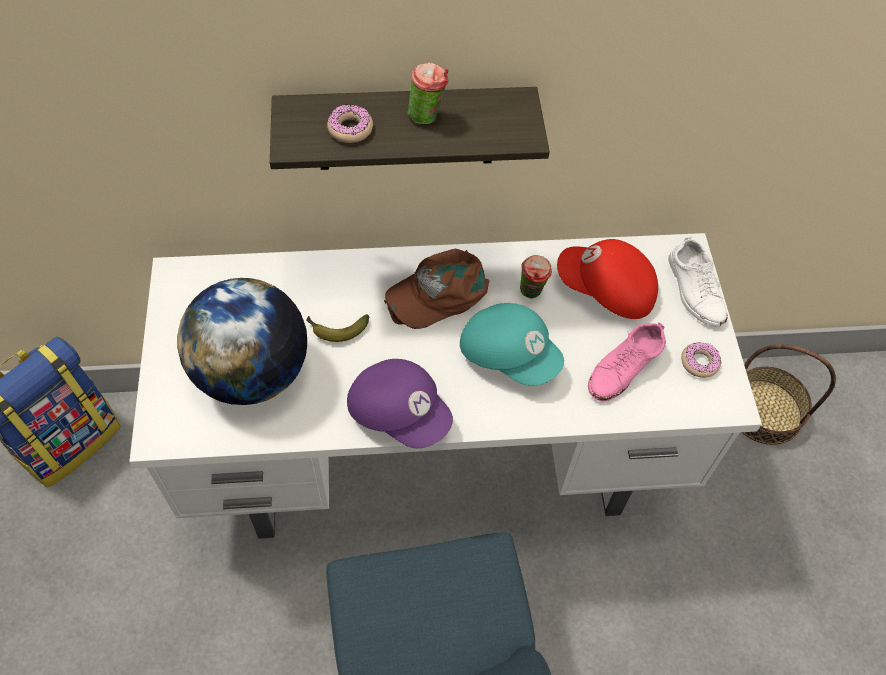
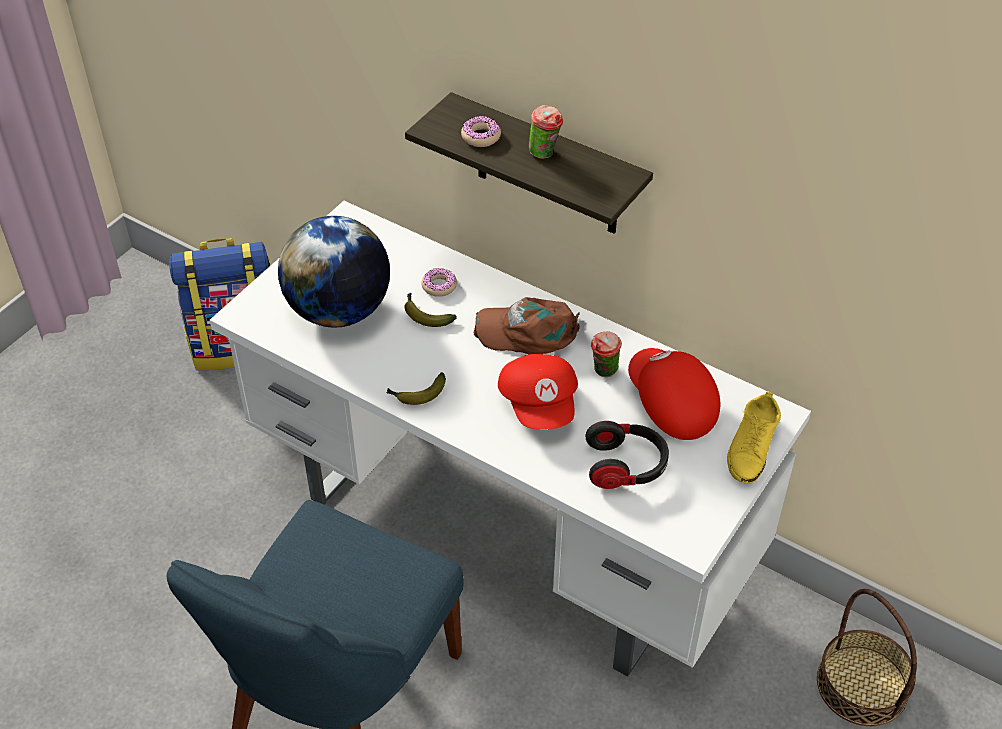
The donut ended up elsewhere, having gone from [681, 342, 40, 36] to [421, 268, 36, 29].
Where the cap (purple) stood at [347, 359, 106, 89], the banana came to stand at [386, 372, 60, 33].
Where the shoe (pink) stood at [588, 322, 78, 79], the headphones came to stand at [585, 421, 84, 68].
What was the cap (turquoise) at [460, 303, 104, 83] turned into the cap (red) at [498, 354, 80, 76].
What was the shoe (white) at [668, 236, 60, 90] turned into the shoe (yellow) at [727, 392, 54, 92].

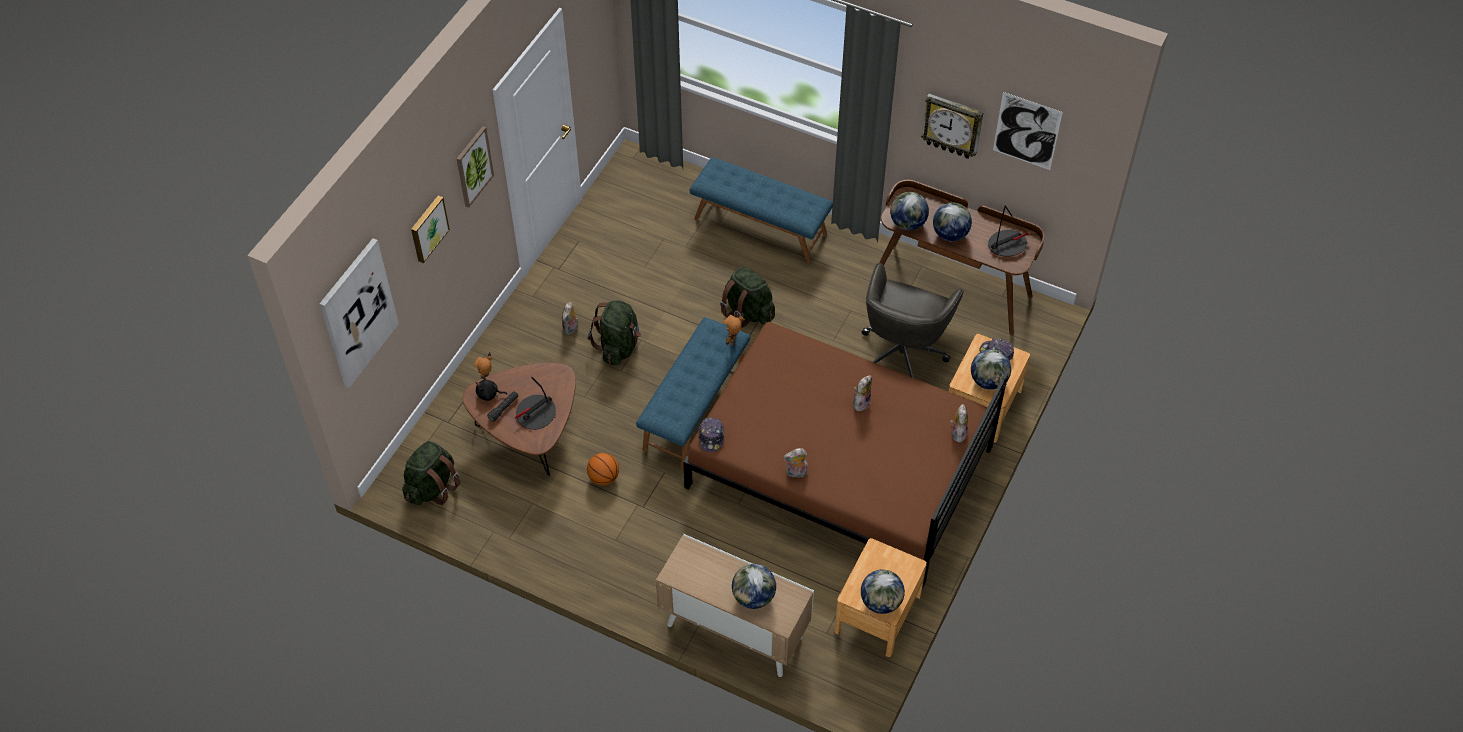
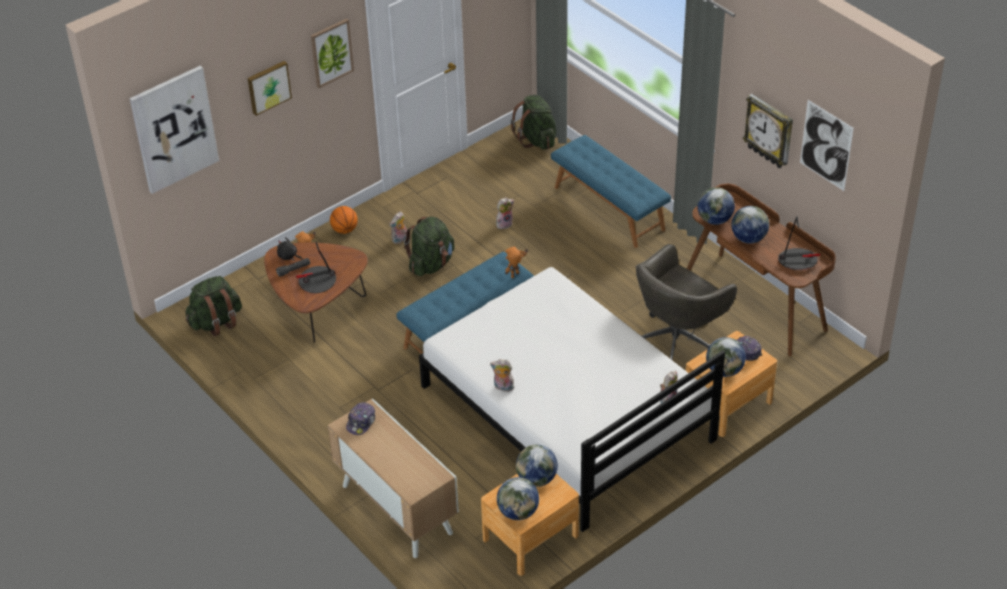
The basketball ended up elsewhere, having gone from [587, 453, 32, 32] to [330, 206, 28, 28].
The cap ended up elsewhere, having gone from [698, 417, 26, 35] to [346, 402, 29, 33].
The backpack (green) ended up elsewhere, having gone from [720, 267, 55, 61] to [511, 95, 45, 54].
The globe ended up elsewhere, having gone from [732, 564, 44, 45] to [516, 445, 42, 42].
The plush toy ended up elsewhere, having gone from [853, 375, 19, 37] to [496, 197, 18, 32].
What was the bed (brown) at [683, 322, 326, 267] turned into the bed (white) at [419, 267, 306, 265].

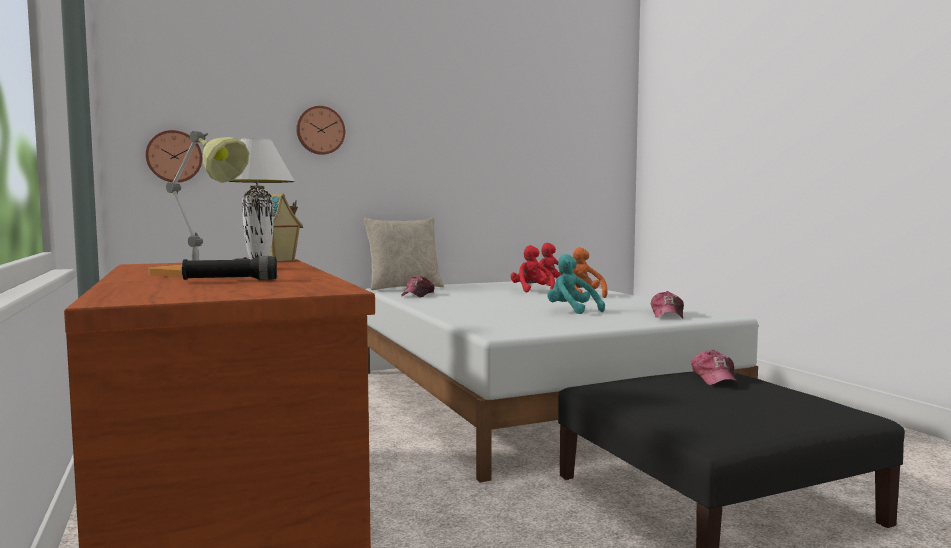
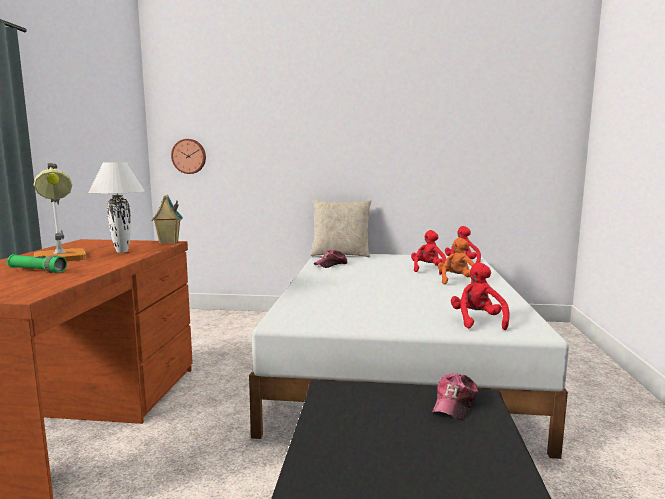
The second view lost the wall clock at [296, 106, 49, 49].
The second view lost the plush toy (turquoise) at [547, 254, 58, 60].
Where the cap stood at [651, 291, 33, 27], the plush toy (red) came to stand at [451, 262, 59, 68].
What was the flashlight (black) at [182, 256, 95, 24] turned into the flashlight (green) at [6, 254, 61, 19].

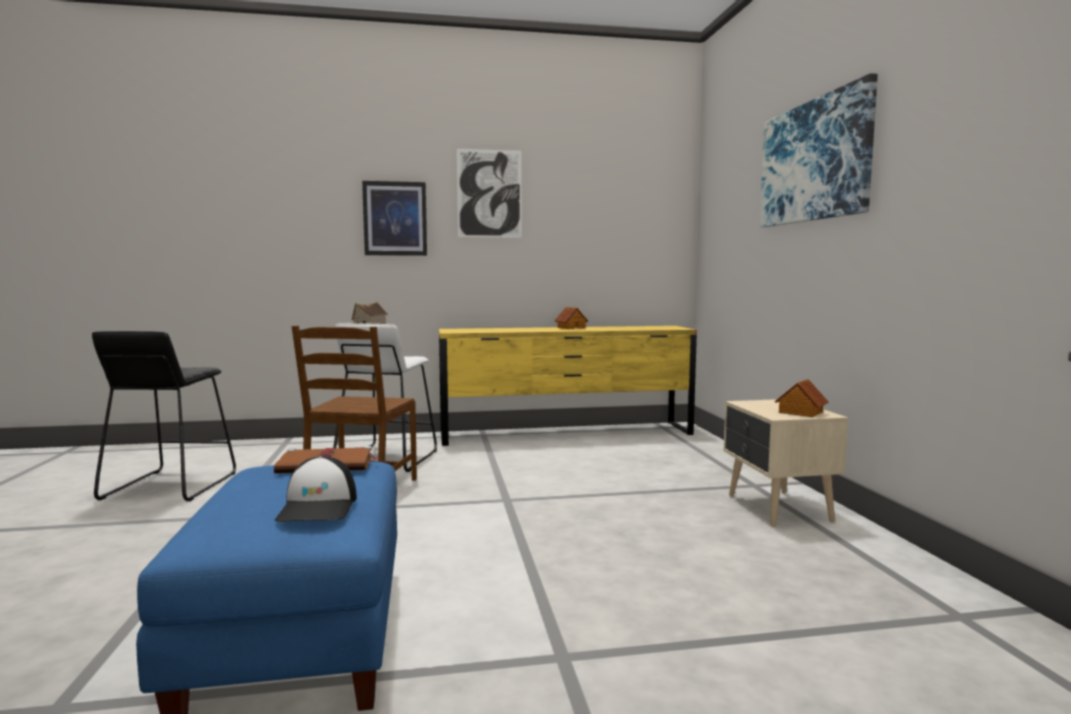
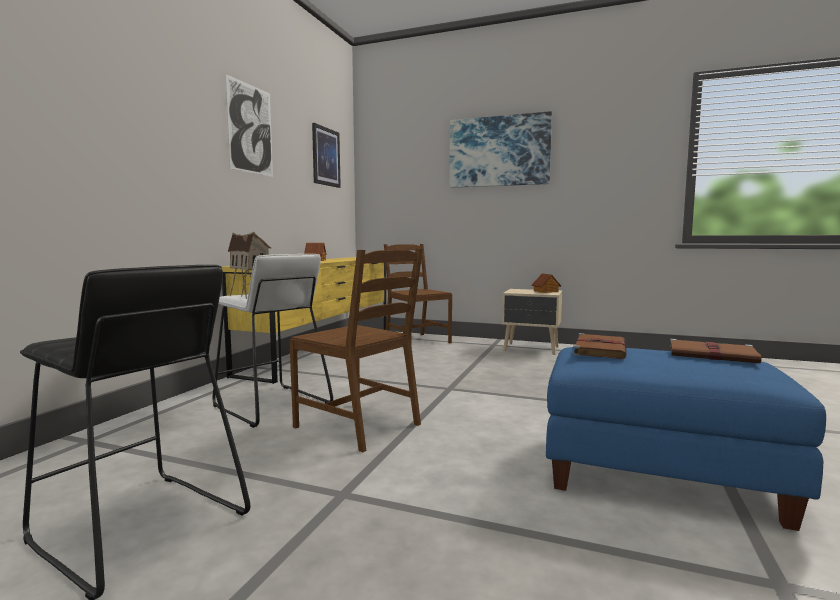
The second view gained the chair (brown) at [384, 244, 68, 102].
The picture ended up elsewhere, having gone from [362, 181, 65, 75] to [312, 123, 29, 65].
Where the cap stood at [275, 456, 82, 66], the book (brown) came to stand at [670, 339, 91, 24].

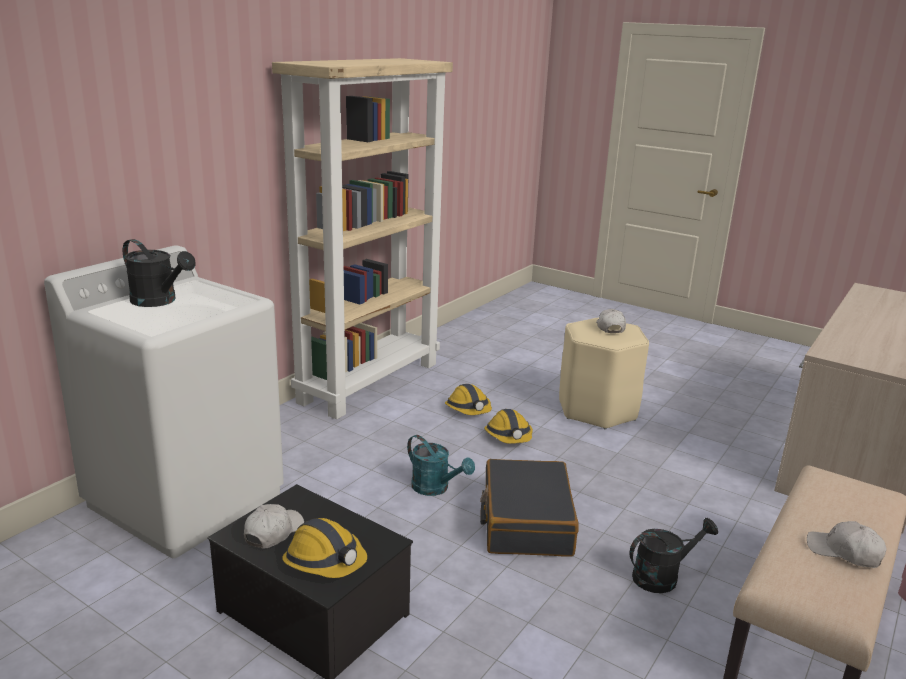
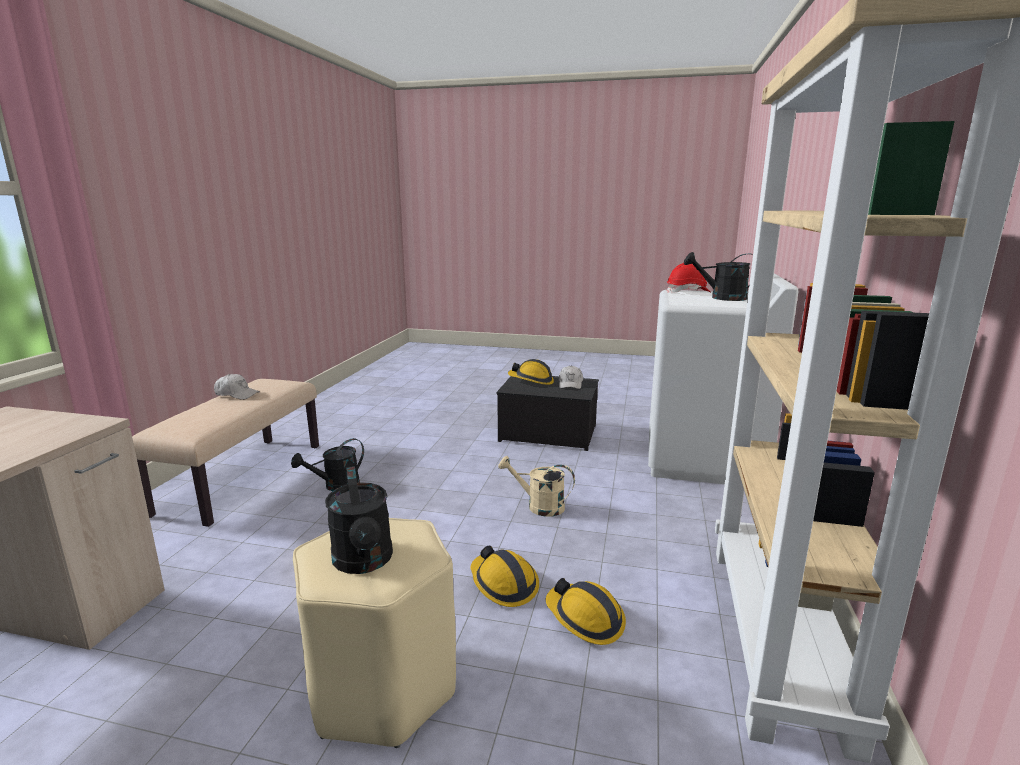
The second view lost the suitcase (black) at [480, 459, 99, 98].
The second view gained the hard hat (red) at [667, 263, 43, 30].
Where the cap (white) stood at [596, 309, 30, 24], the watering can (black) came to stand at [325, 466, 68, 108].
What was the watering can (turquoise) at [407, 435, 68, 61] turned into the watering can (beige) at [498, 456, 77, 61].

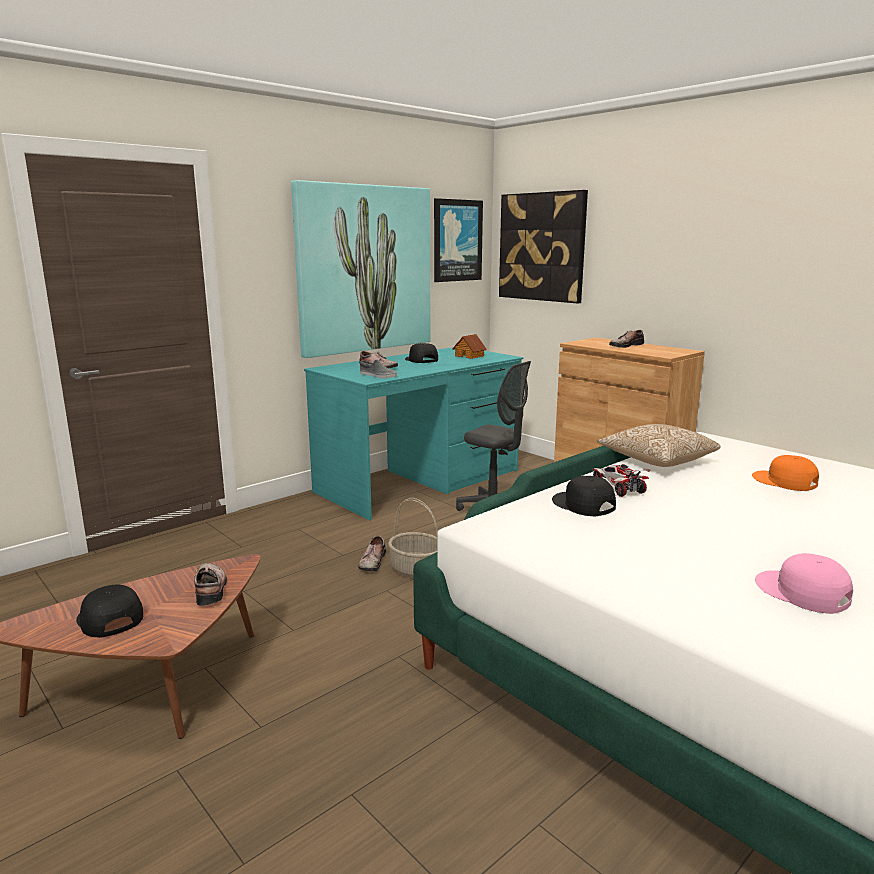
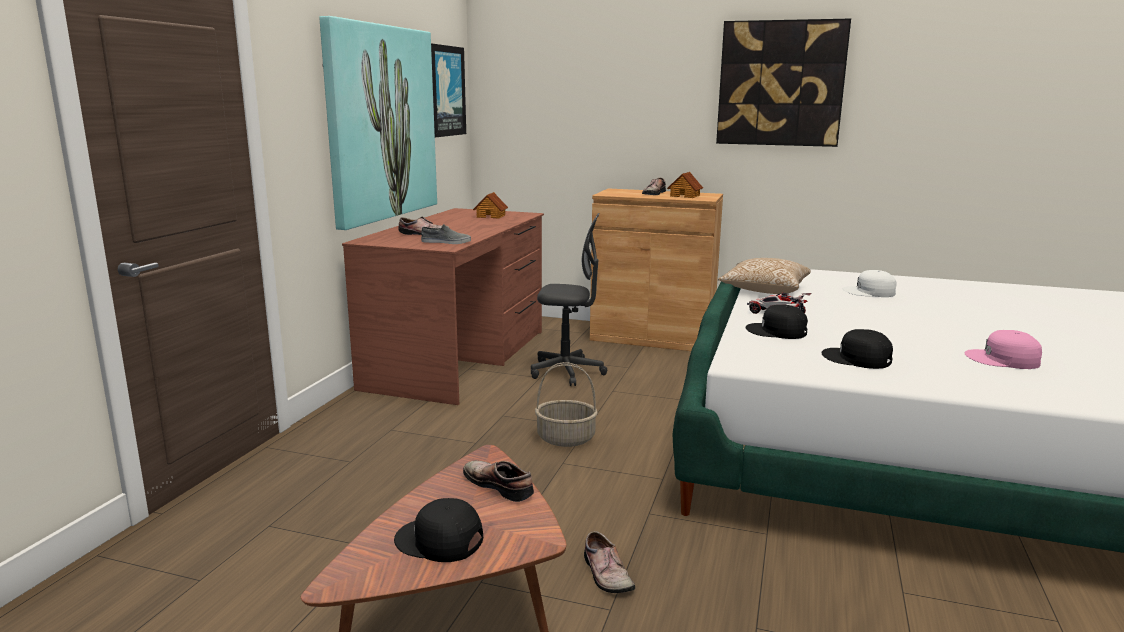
The second view gained the toy house at [667, 172, 36, 26].
The shoe ended up elsewhere, having gone from [358, 536, 28, 36] to [584, 531, 51, 62].
The cap (black) ended up elsewhere, having gone from [405, 343, 33, 20] to [821, 329, 72, 40].
The picture ended up elsewhere, having gone from [499, 190, 89, 114] to [716, 19, 135, 128].
What was the desk (turquoise) at [304, 347, 220, 173] turned into the desk (brown) at [342, 208, 202, 197].
What was the cap (orange) at [752, 455, 67, 36] turned into the cap (white) at [843, 270, 54, 27].

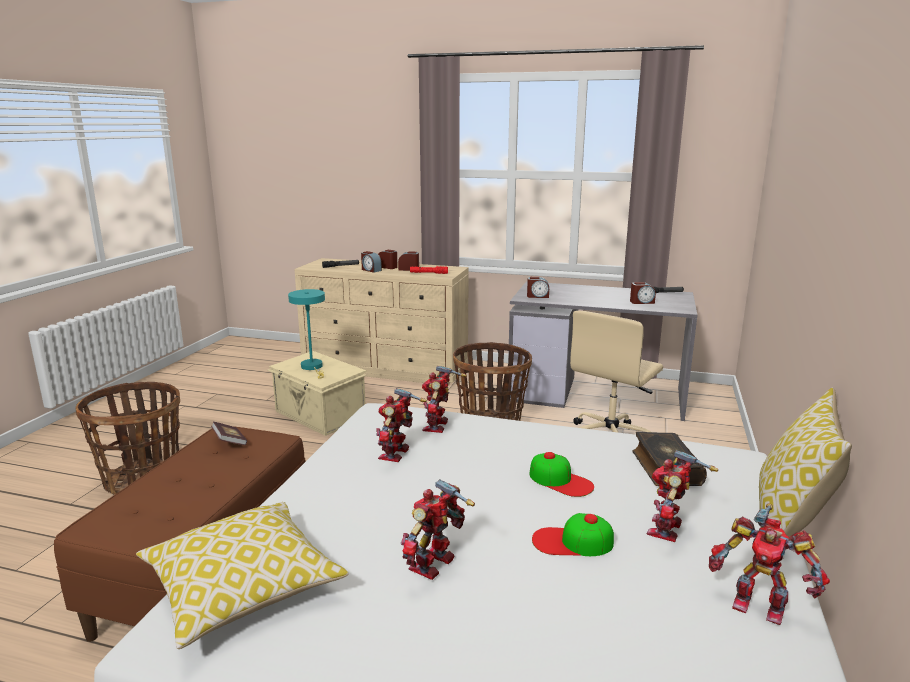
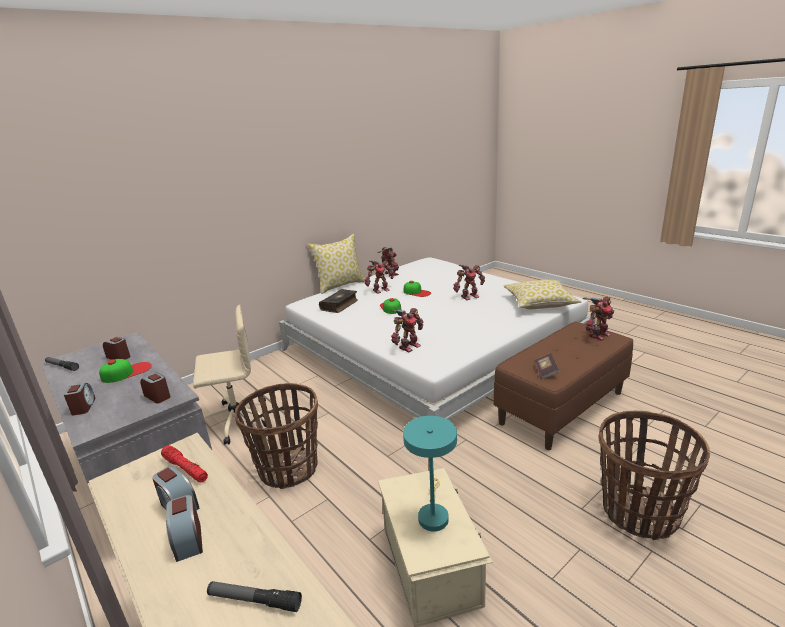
The second view gained the cap at [99, 359, 53, 24].
The alarm clock ended up elsewhere, having gone from [361, 251, 21, 22] to [64, 383, 32, 33].
The toy robot ended up elsewhere, having gone from [376, 388, 51, 74] to [583, 297, 31, 44].

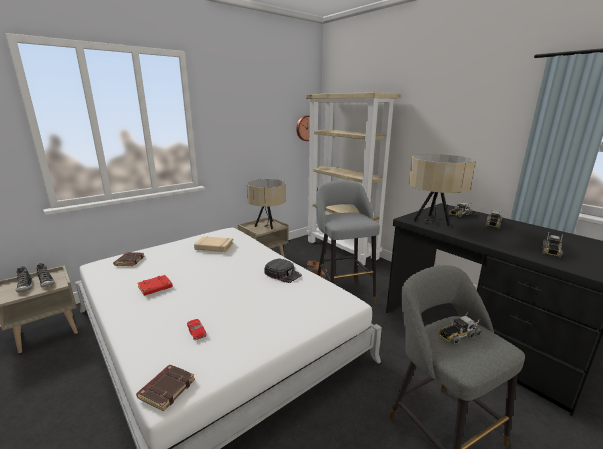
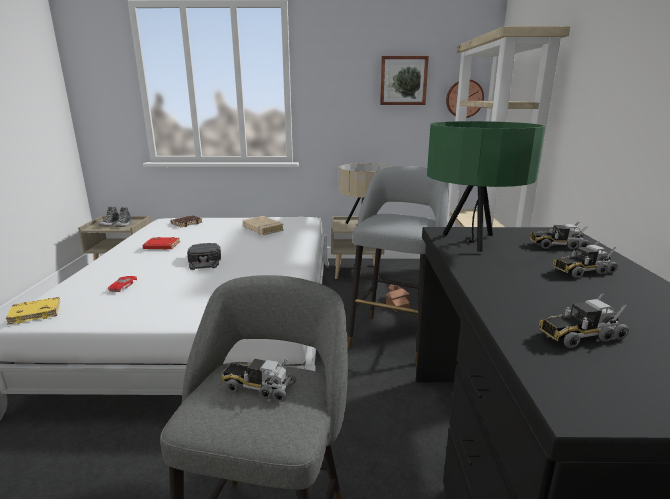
The second view gained the picture at [380, 56, 49, 49].
The cap (black) ended up elsewhere, having gone from [264, 258, 38, 25] to [187, 243, 34, 27].
What was the book (brown) at [136, 365, 59, 46] turned into the book (yellow) at [6, 297, 54, 28].
What was the table lamp (beige) at [409, 154, 66, 73] turned into the table lamp (green) at [427, 121, 118, 131].

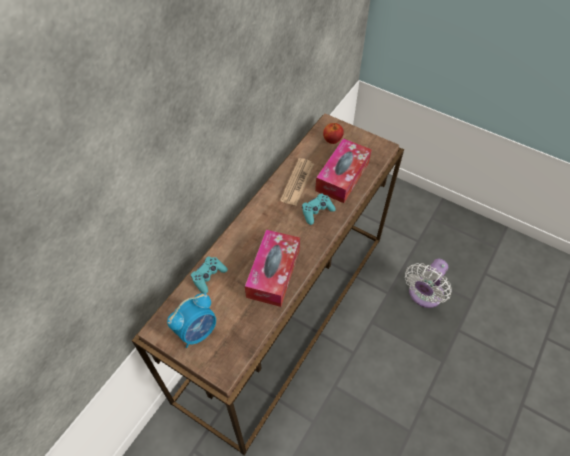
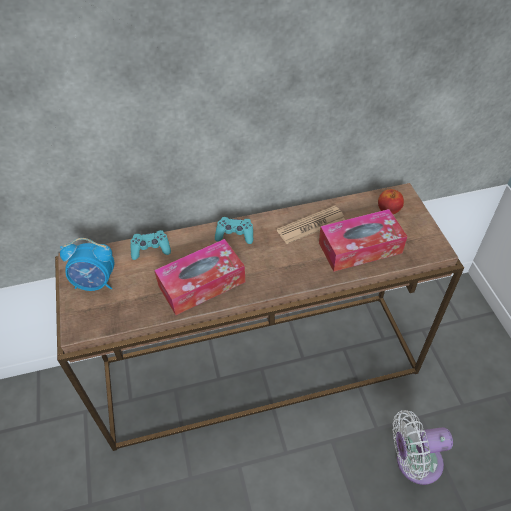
The game controller (turquoise) ended up elsewhere, having gone from [302, 193, 34, 32] to [215, 217, 38, 27].

